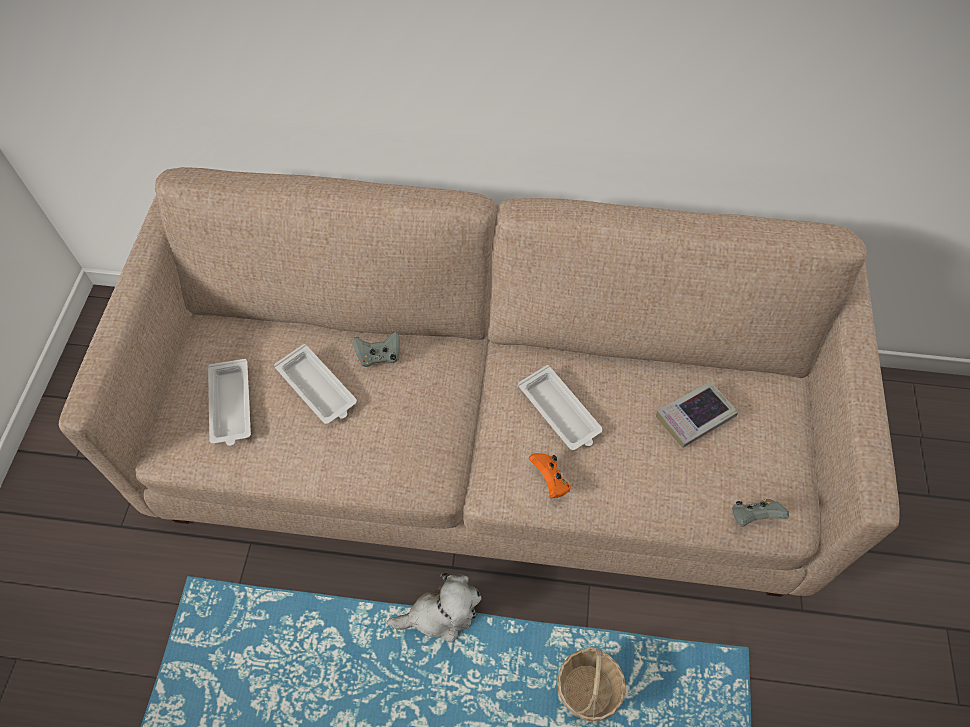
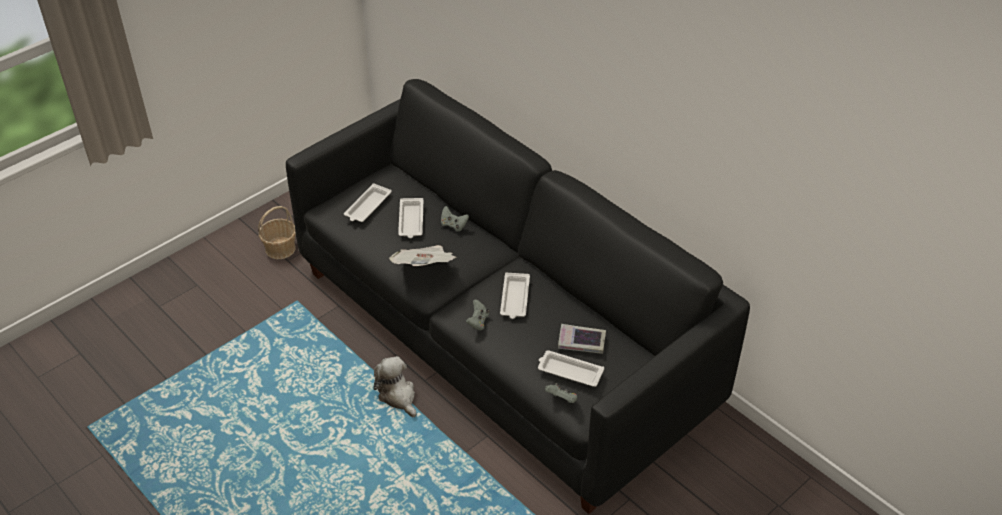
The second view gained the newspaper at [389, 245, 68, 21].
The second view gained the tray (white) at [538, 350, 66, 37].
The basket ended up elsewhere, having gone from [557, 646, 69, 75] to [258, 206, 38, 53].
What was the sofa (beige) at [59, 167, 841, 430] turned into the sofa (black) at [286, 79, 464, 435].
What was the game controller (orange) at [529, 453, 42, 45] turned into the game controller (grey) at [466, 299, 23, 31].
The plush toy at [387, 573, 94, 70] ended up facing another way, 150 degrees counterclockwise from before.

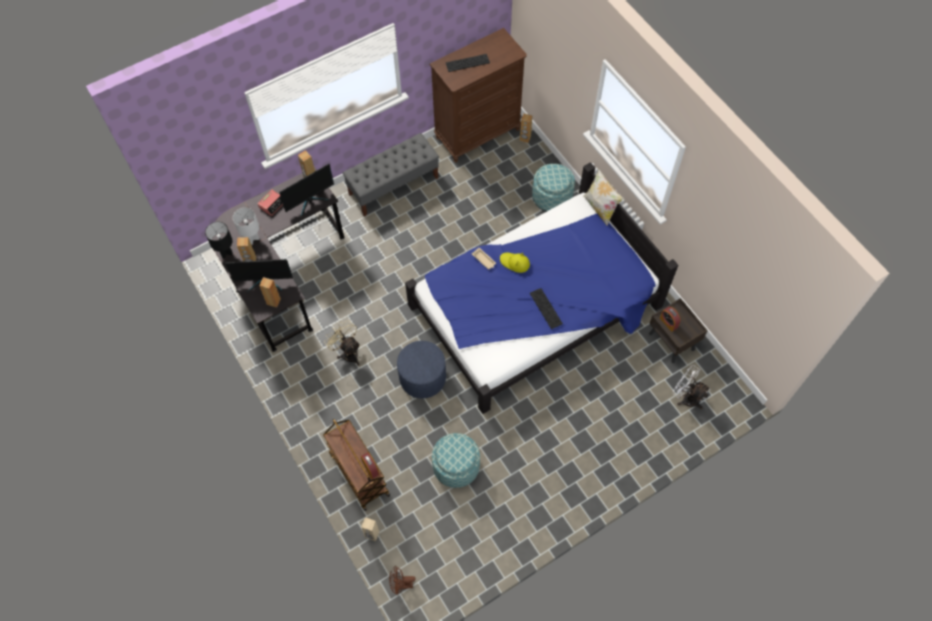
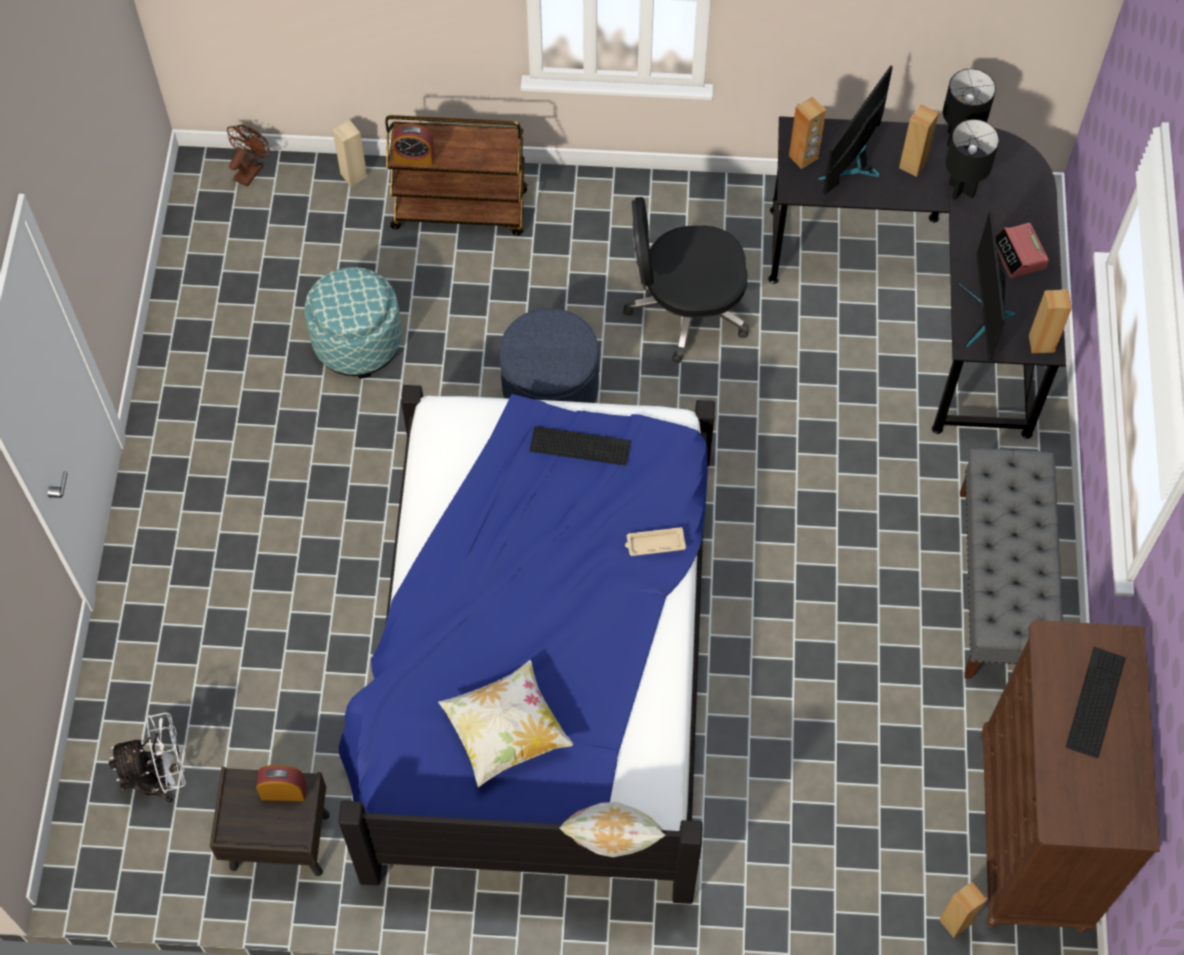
The second view lost the hat (yellow) at [500, 252, 30, 21].
The second view lost the ottoman at [532, 164, 43, 48].
The second view gained the pillow at [438, 660, 135, 127].
The keyboard ended up elsewhere, having gone from [530, 288, 33, 41] to [529, 426, 102, 40].
Where the fan (beige) stood at [324, 320, 36, 46], the office chair (black) came to stand at [623, 197, 126, 166].
What was the table lamp (white) at [233, 207, 26, 38] turned into the table lamp (black) at [945, 119, 54, 81].

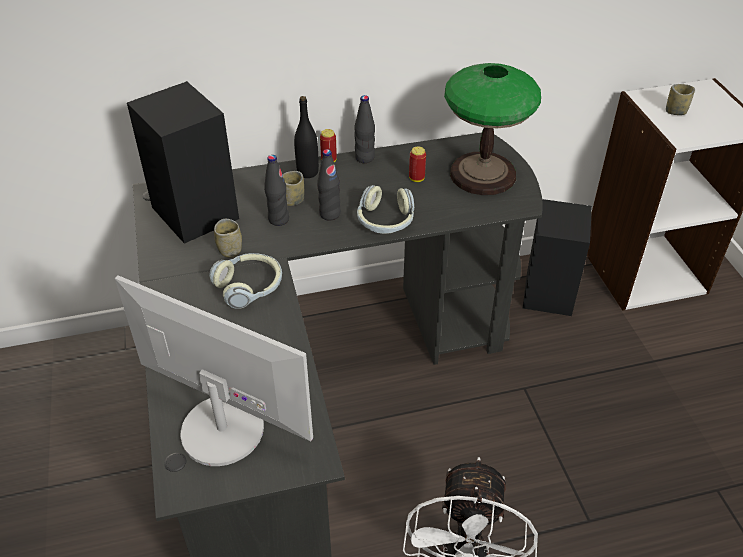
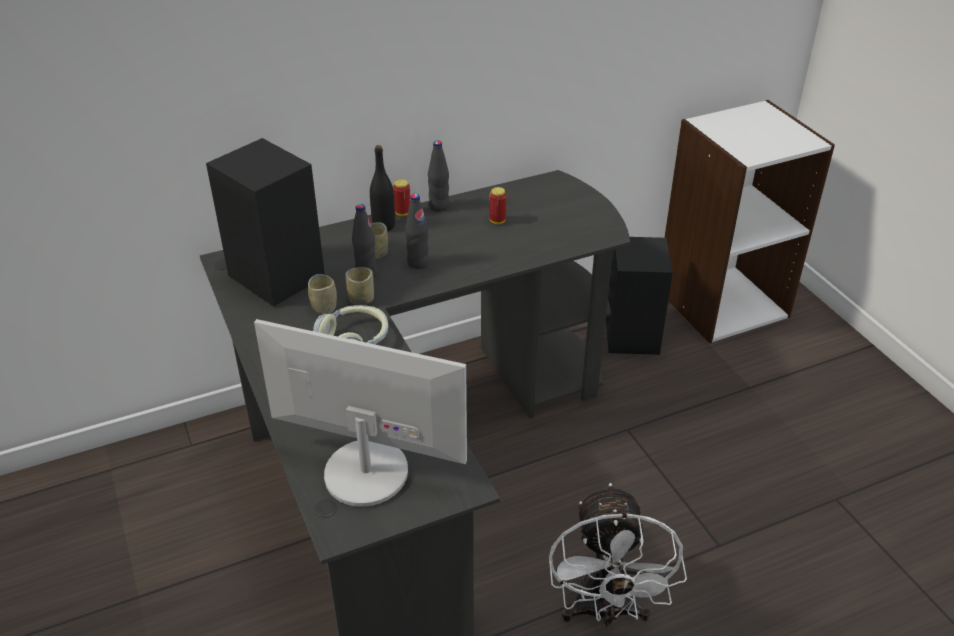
The second view lost the headphones at [357, 185, 57, 49].
The second view lost the table lamp at [444, 63, 97, 132].
The cup ended up elsewhere, having gone from [666, 84, 29, 31] to [345, 267, 29, 38].

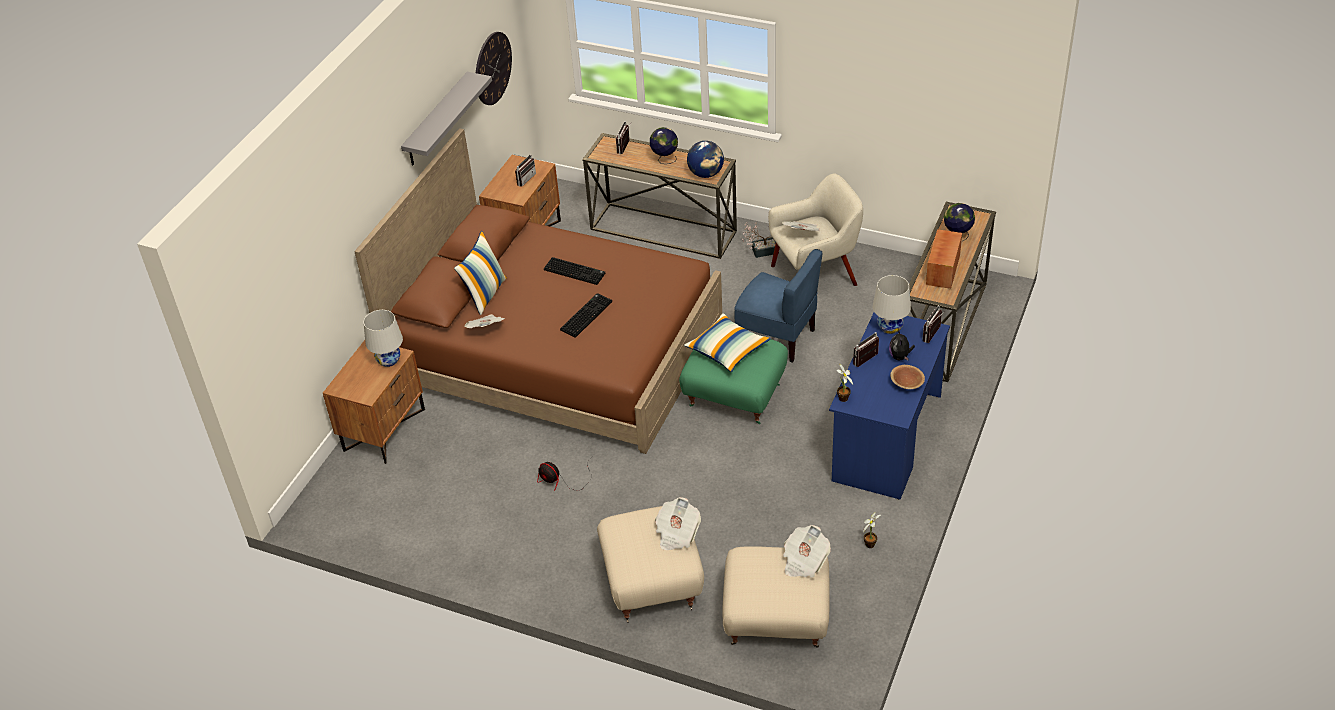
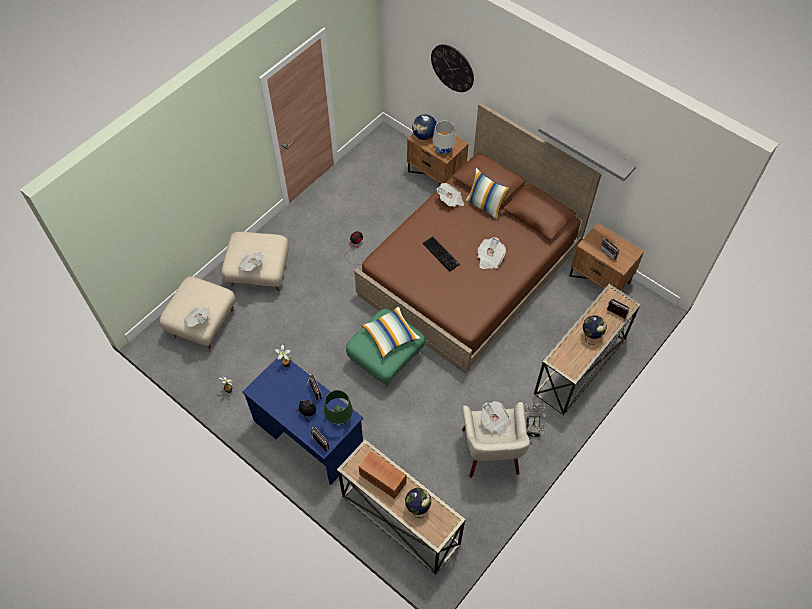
The second view lost the chair (blue) at [734, 249, 88, 113].
The second view lost the bowl (brown) at [890, 365, 35, 24].
The wall clock ended up elsewhere, having gone from [476, 32, 36, 73] to [431, 44, 43, 48].
The globe ended up elsewhere, having gone from [687, 141, 37, 37] to [412, 114, 25, 26].
Where the keyboard stood at [544, 257, 61, 28], the newspaper came to stand at [477, 237, 29, 32].
What was the table lamp (white) at [873, 275, 38, 59] turned into the table lamp (green) at [324, 390, 29, 36].

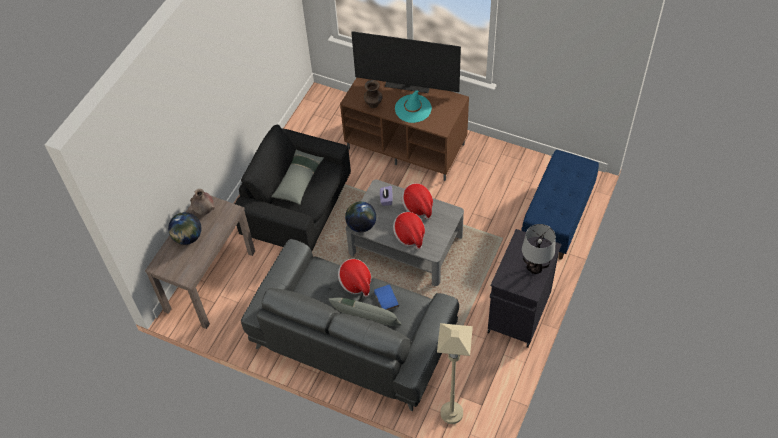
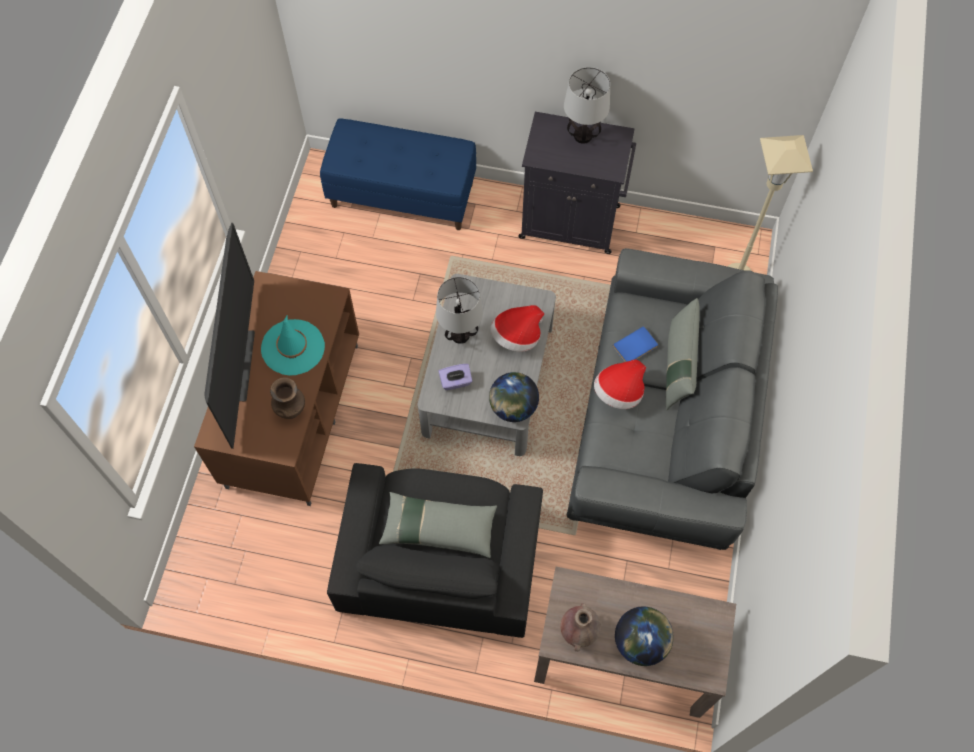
Where the hat stood at [402, 183, 31, 37], the table lamp came to stand at [436, 277, 47, 67].

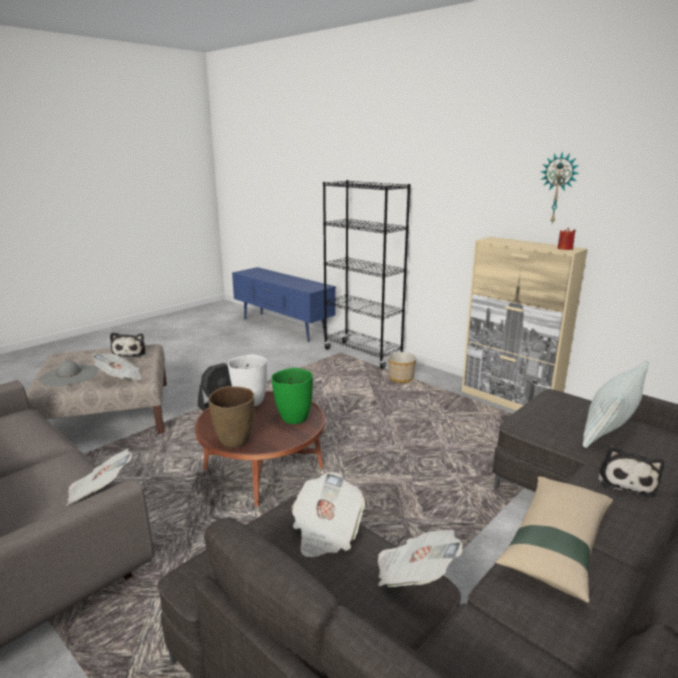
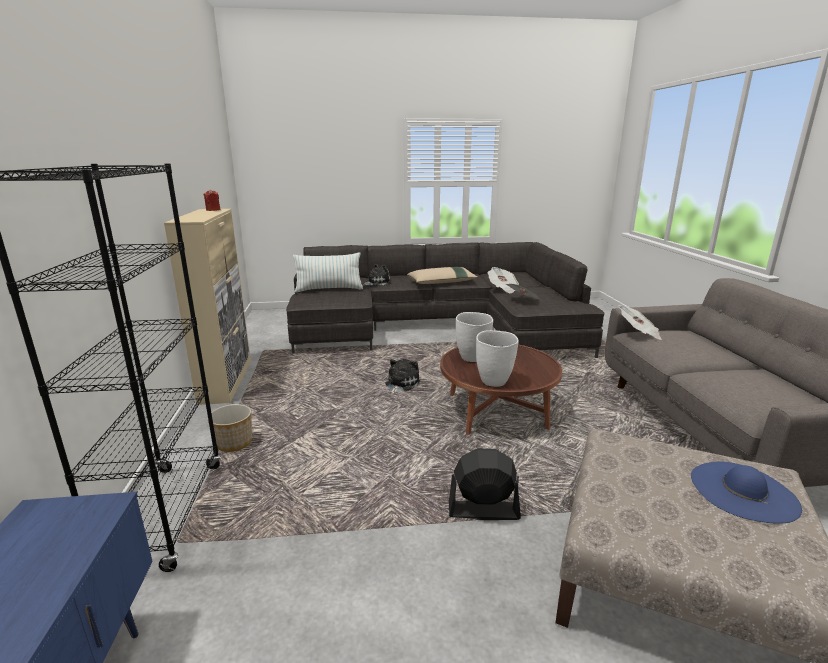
The second view lost the newspaper at [92, 353, 49, 27].
The second view lost the vase (brown) at [208, 386, 46, 62].
The second view lost the wall clock at [541, 152, 38, 71].
The plush toy ended up elsewhere, having gone from [110, 332, 36, 26] to [385, 359, 35, 35].
What was the hat (grey) at [40, 360, 58, 26] turned into the hat (blue) at [691, 462, 111, 62].
What was the vase (green) at [271, 368, 42, 56] turned into the vase (white) at [456, 312, 37, 50].

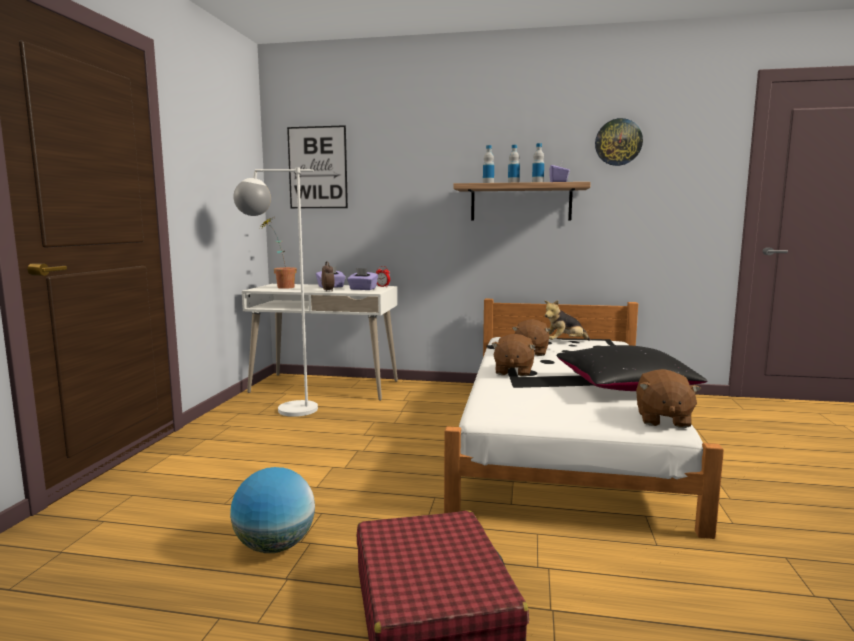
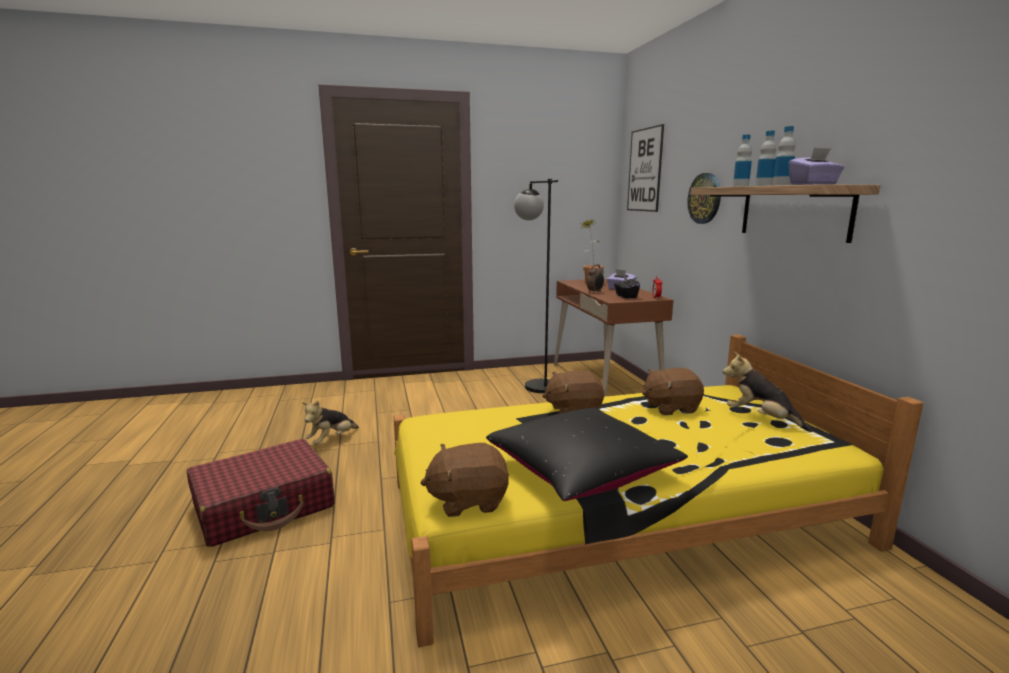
The wall clock ended up elsewhere, having gone from [595, 118, 48, 48] to [687, 173, 34, 51].
Where the globe stood at [230, 467, 85, 86], the plush toy came to stand at [302, 401, 57, 44].
What was the floor lamp (white) at [233, 168, 85, 249] turned into the floor lamp (black) at [514, 179, 44, 214].
What was the desk (white) at [242, 284, 156, 117] turned into the desk (brown) at [554, 279, 119, 118].
What was the tissue box (purple) at [347, 268, 31, 22] turned into the tissue box (black) at [614, 275, 26, 23].
What was the bed (white) at [444, 299, 280, 240] turned into the bed (yellow) at [394, 335, 529, 312].

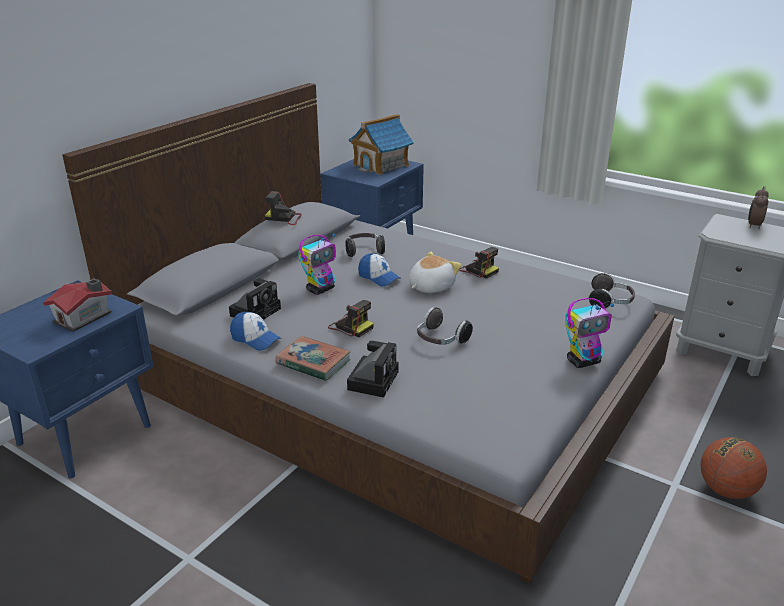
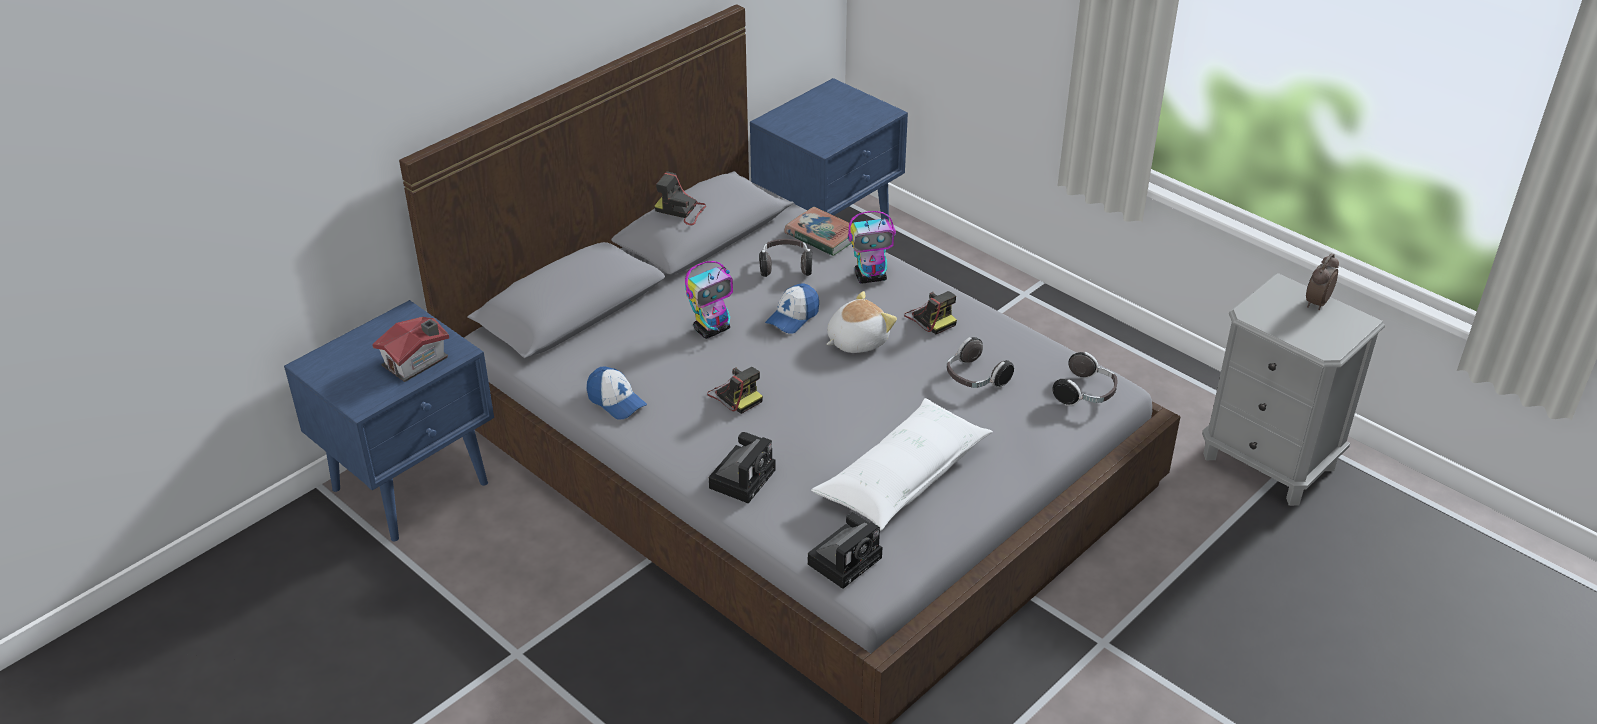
The second view lost the toy house at [349, 114, 65, 61].
The second view lost the basketball at [700, 437, 67, 62].
The second view gained the pillow (white) at [811, 398, 182, 133].
The photo camera ended up elsewhere, having gone from [229, 278, 52, 42] to [808, 512, 74, 77].
The book ended up elsewhere, having gone from [275, 336, 76, 45] to [785, 207, 67, 49].
The headphones ended up elsewhere, having gone from [417, 307, 56, 38] to [947, 337, 67, 51].
The toy robot ended up elsewhere, having gone from [565, 298, 49, 70] to [848, 211, 48, 73].
The cap at [358, 253, 43, 34] ended up facing another way, 75 degrees clockwise from before.

